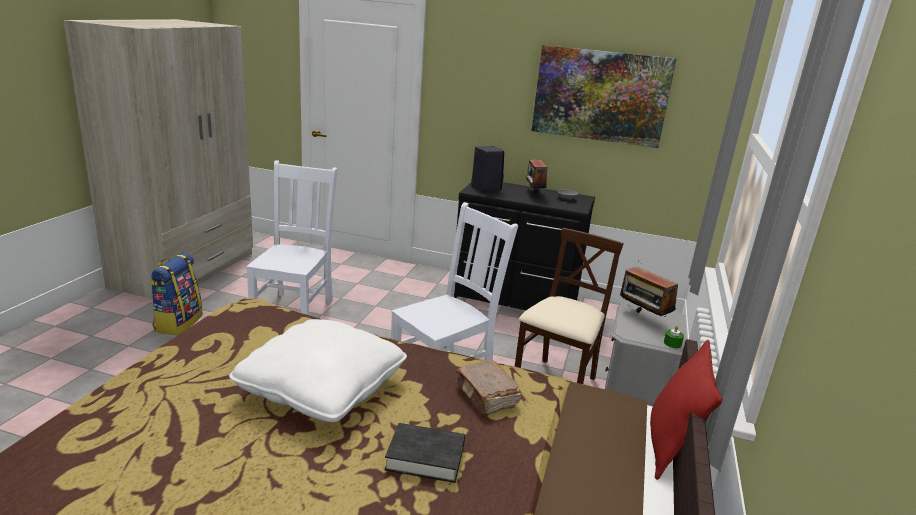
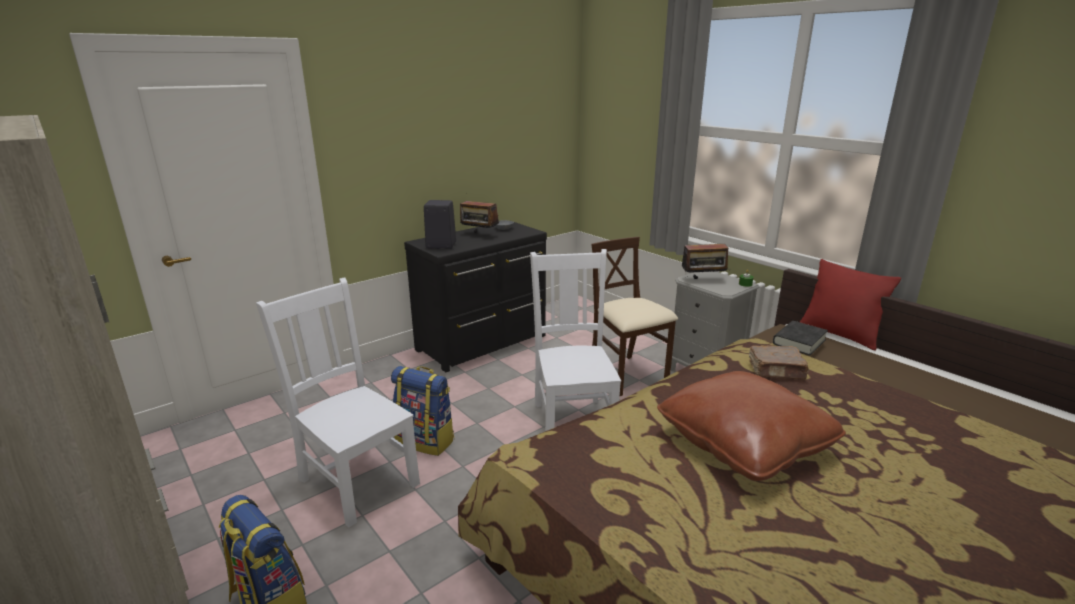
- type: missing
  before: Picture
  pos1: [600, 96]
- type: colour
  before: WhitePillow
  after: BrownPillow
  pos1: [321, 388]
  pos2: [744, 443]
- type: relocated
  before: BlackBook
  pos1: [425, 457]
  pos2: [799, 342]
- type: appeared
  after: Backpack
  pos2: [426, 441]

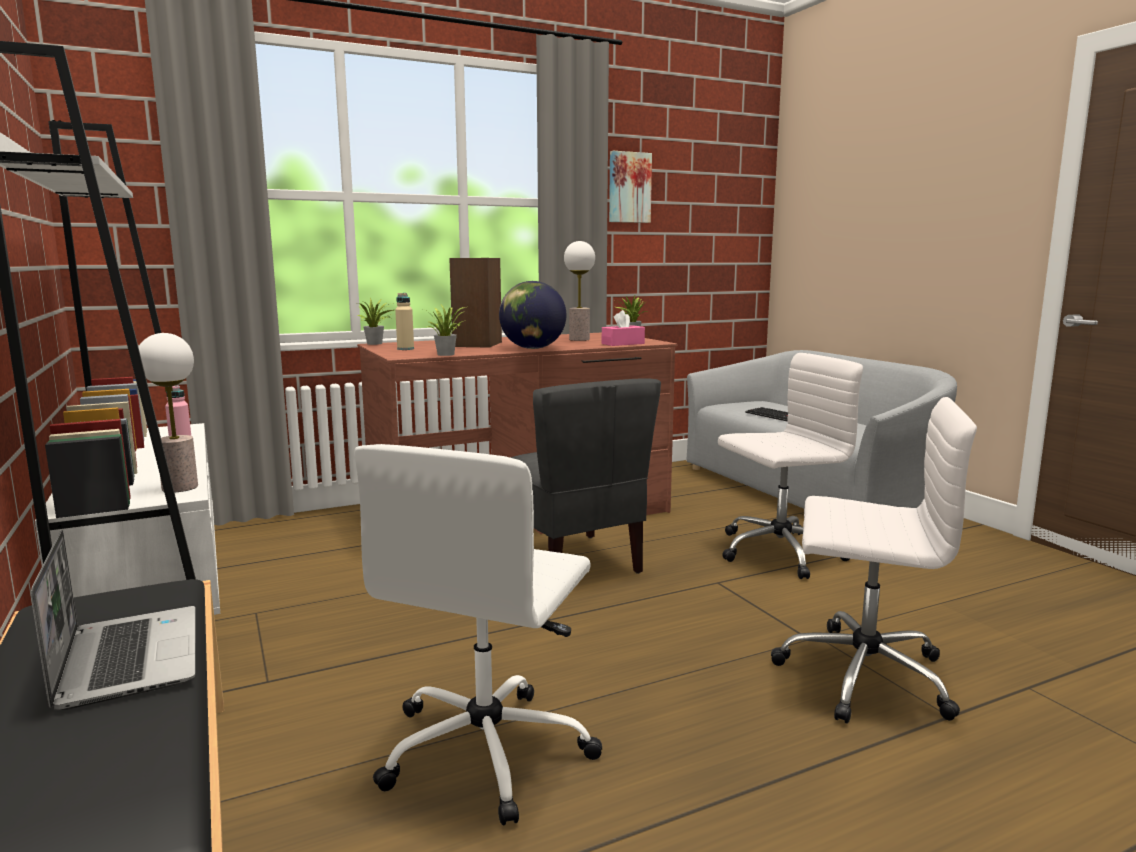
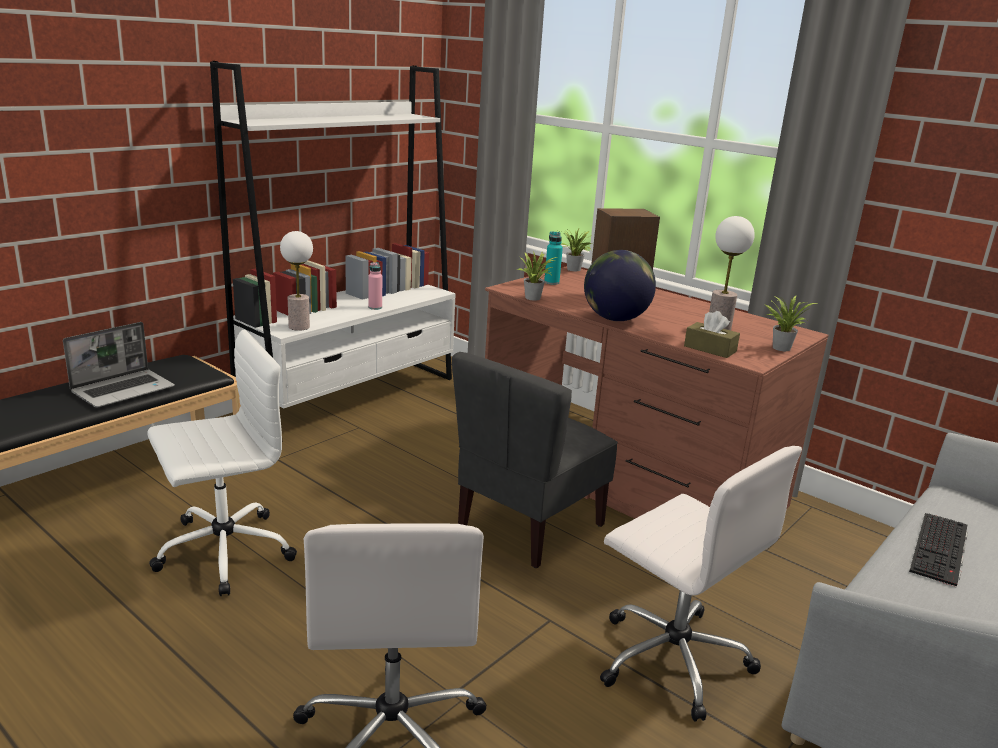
- type: missing
  before: Picture
  pos1: [629, 187]
- type: colour
  before: BeigeBottle
  after: TurquoiseBottle
  pos1: [405, 349]
  pos2: [551, 282]
- type: colour
  before: PinkTissueBox
  after: BrownTissueBox
  pos1: [623, 344]
  pos2: [710, 349]
- type: spun
  before: WhiteOfficeChair
  pos1: [488, 749]
  pos2: [222, 551]
  turn: 150

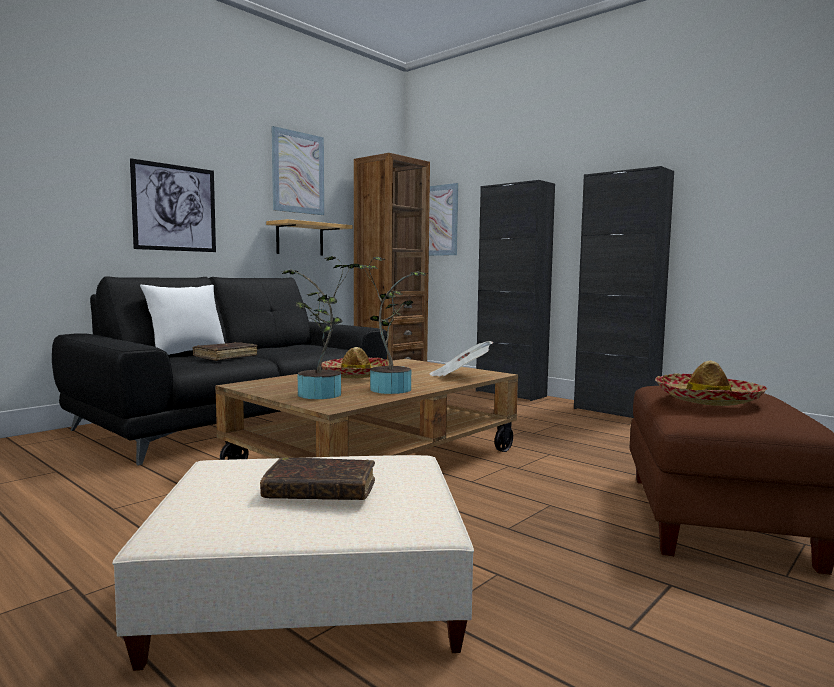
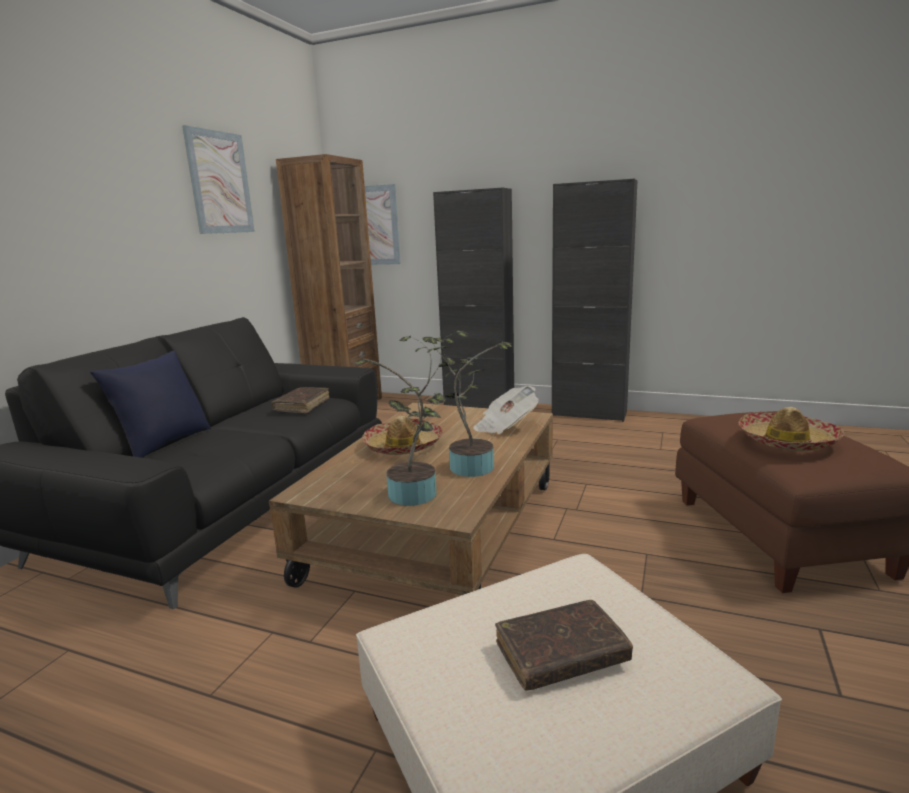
- type: missing
  before: Picture
  pos1: [175, 208]
- type: missing
  before: Shelf
  pos1: [300, 239]
- type: colour
  before: WhitePillow
  after: BluePillow
  pos1: [186, 354]
  pos2: [164, 444]
- type: relocated
  before: BrownBook
  pos1: [225, 357]
  pos2: [302, 406]

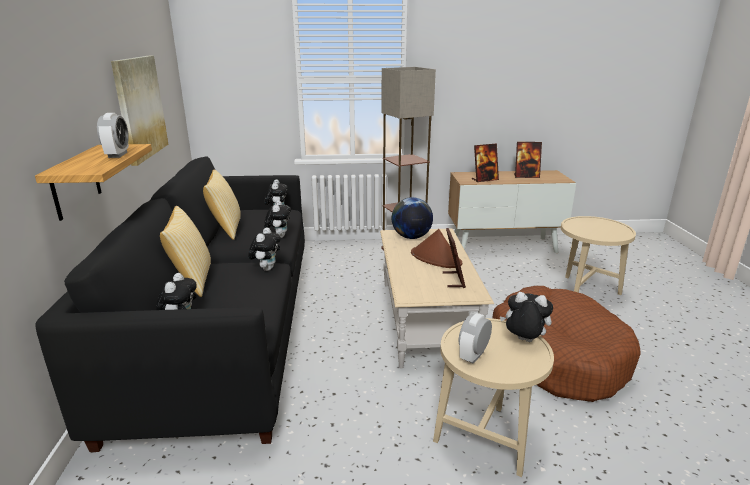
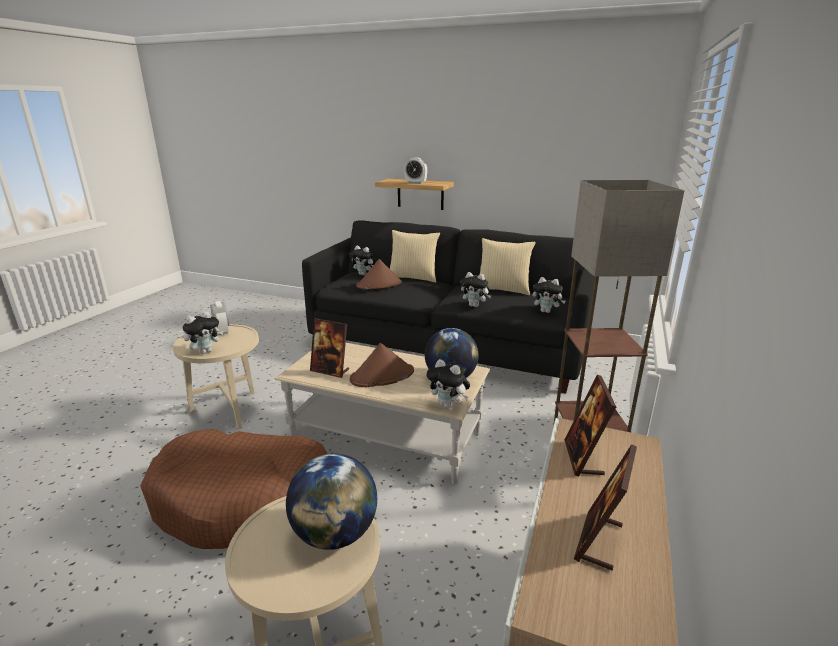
- type: missing
  before: Picture
  pos1: [140, 108]
- type: relocated
  before: PlushToy
  pos1: [266, 268]
  pos2: [448, 405]
- type: appeared
  after: BrownHat
  pos2: [379, 284]
- type: appeared
  after: Globe
  pos2: [335, 534]

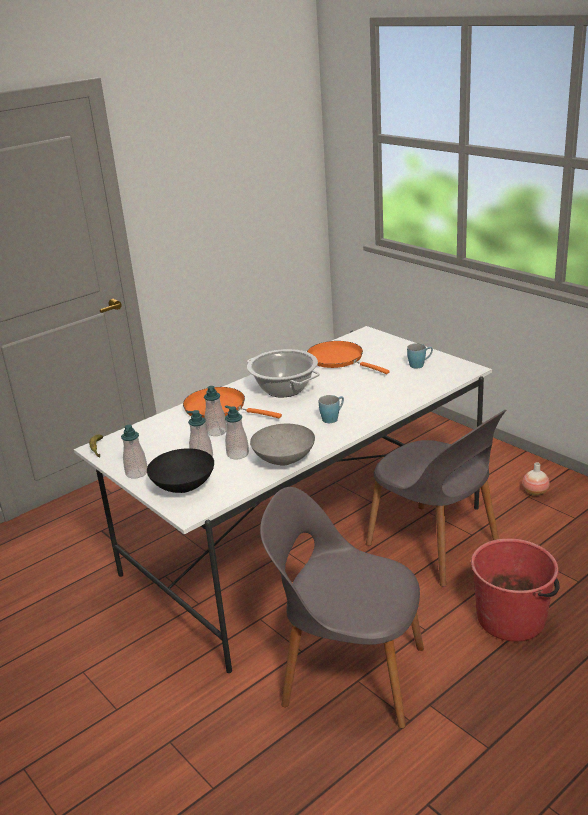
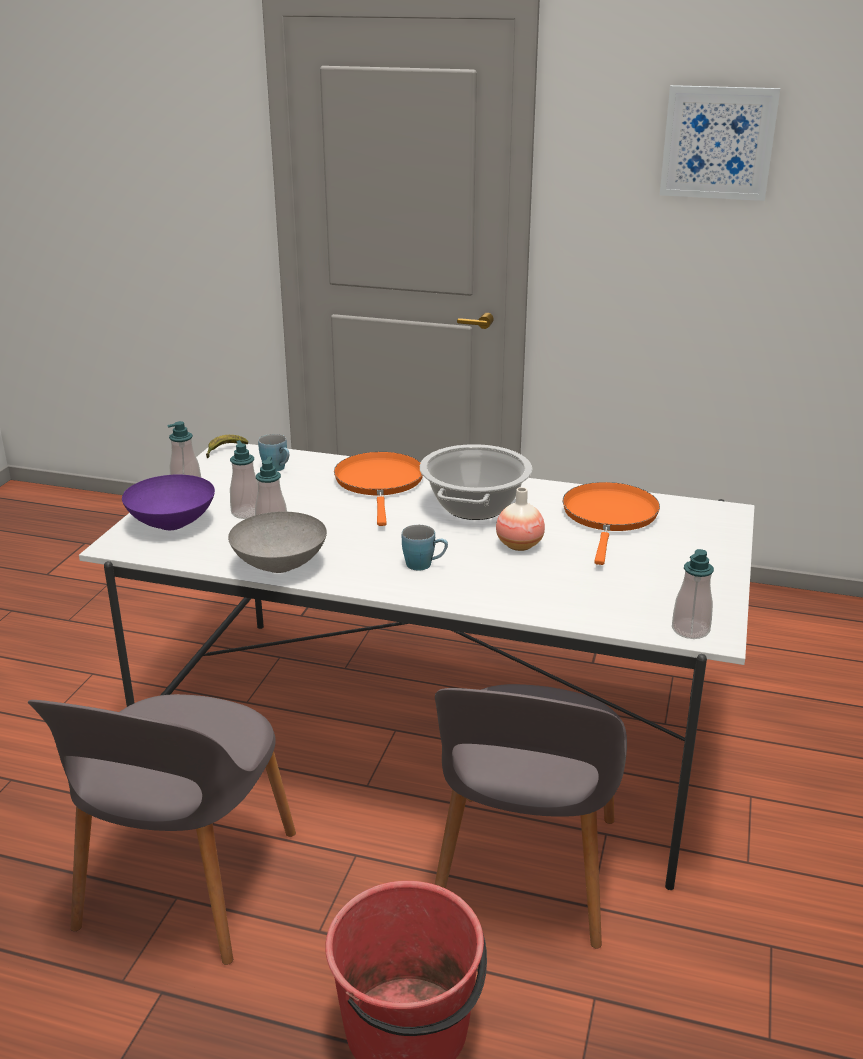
- type: relocated
  before: BlueMug
  pos1: [420, 365]
  pos2: [277, 469]
- type: relocated
  before: SoapDispenser
  pos1: [216, 431]
  pos2: [690, 630]
- type: colour
  before: BlackBowl
  after: PurpleBowl
  pos1: [183, 486]
  pos2: [173, 523]
- type: relocated
  before: Vase
  pos1: [535, 492]
  pos2: [519, 545]
- type: spun
  before: GreyChair
  pos1: [349, 674]
  pos2: [185, 884]
  turn: -150
- type: appeared
  after: Picture
  pos2: [718, 142]

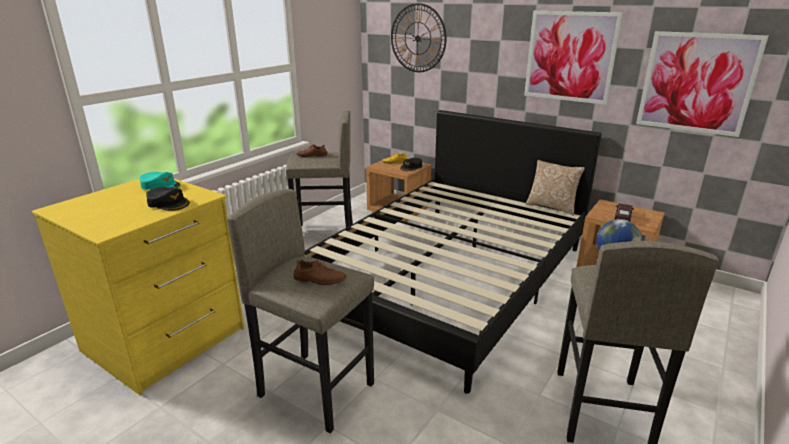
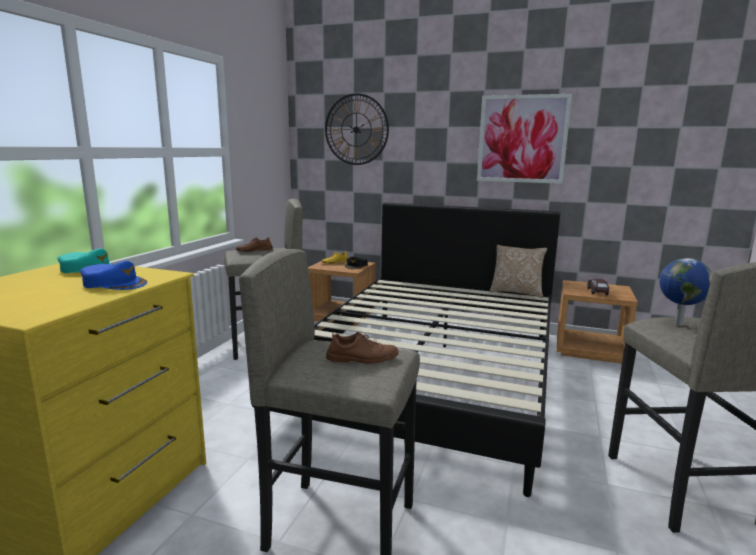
- type: missing
  before: Picture
  pos1: [696, 83]
- type: colour
  before: BlackCap
  after: BlueCap
  pos1: [168, 203]
  pos2: [115, 284]

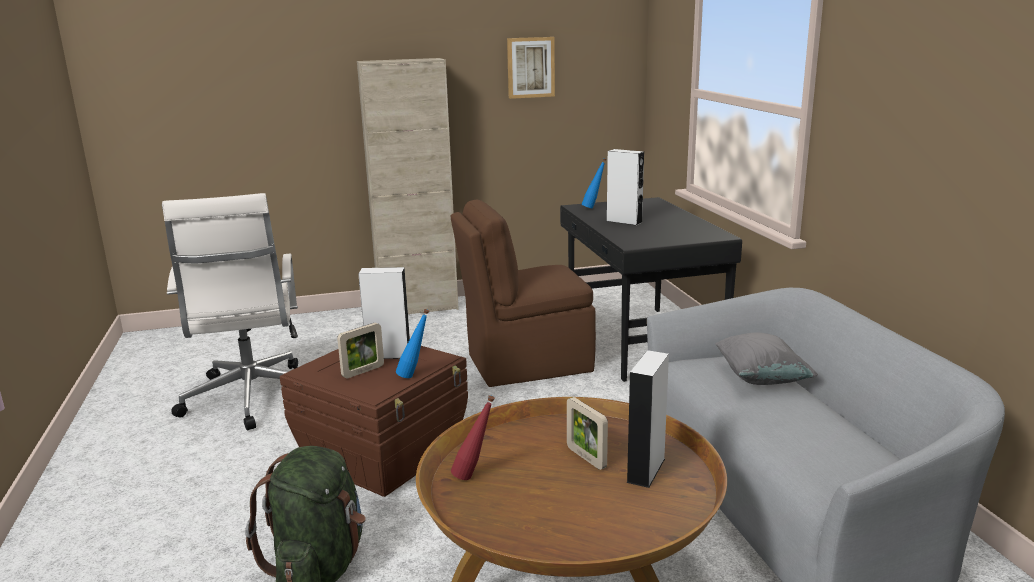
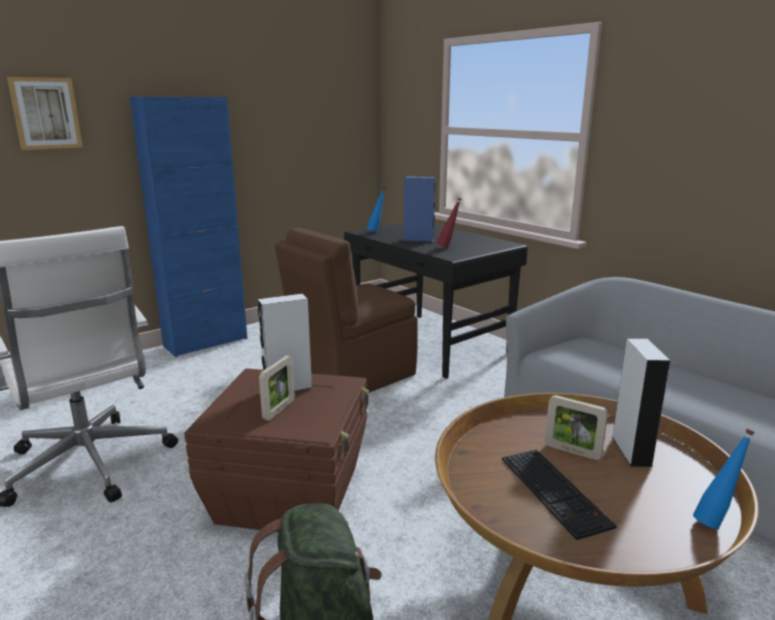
- type: relocated
  before: Picture
  pos1: [530, 67]
  pos2: [45, 113]
- type: colour
  before: BeigeCabinet
  after: BlueCabinet
  pos1: [418, 308]
  pos2: [206, 342]
- type: colour
  before: WhiteSpeaker
  after: BlueSpeaker
  pos1: [624, 221]
  pos2: [418, 240]
- type: relocated
  before: BlueBottle
  pos1: [414, 376]
  pos2: [715, 521]
- type: missing
  before: GreyPillow
  pos1: [761, 378]
- type: relocated
  before: RedBottle
  pos1: [474, 476]
  pos2: [448, 247]
- type: appeared
  after: Keyboard
  pos2: [556, 492]

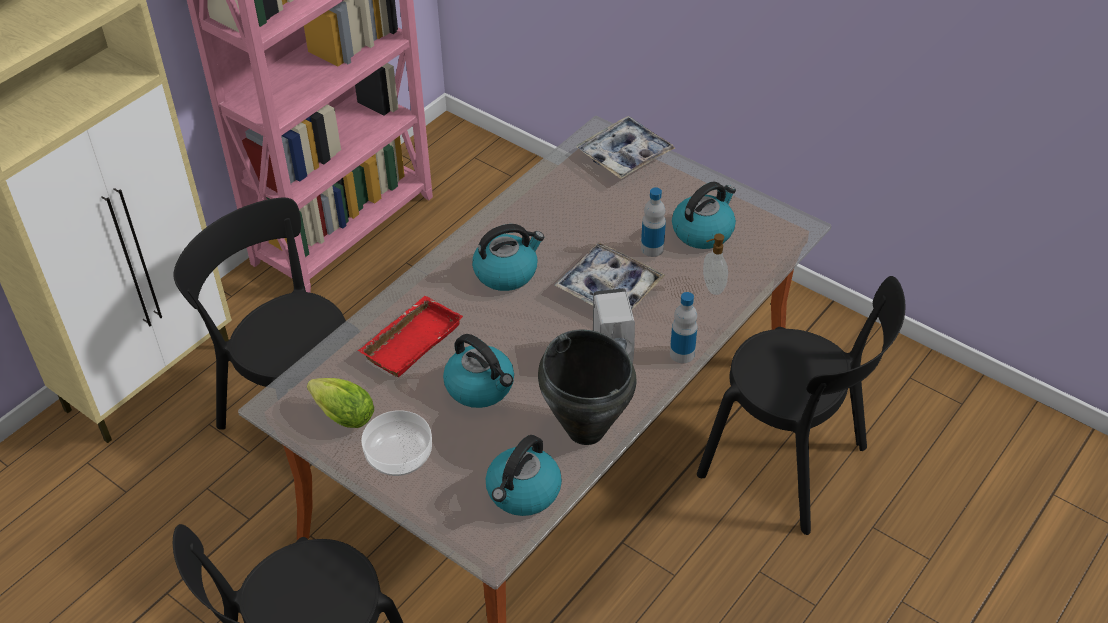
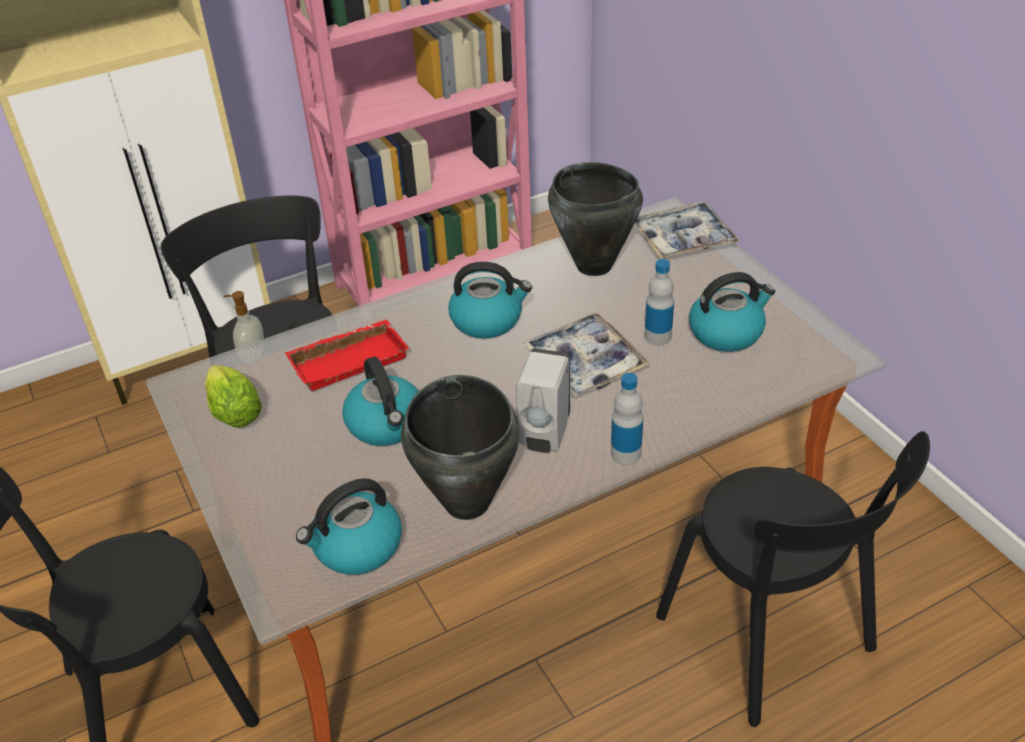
- type: relocated
  before: SoapDispenser
  pos1: [712, 287]
  pos2: [252, 356]
- type: missing
  before: Bowl
  pos1: [400, 455]
- type: appeared
  after: BlackCookingPot
  pos2: [594, 266]

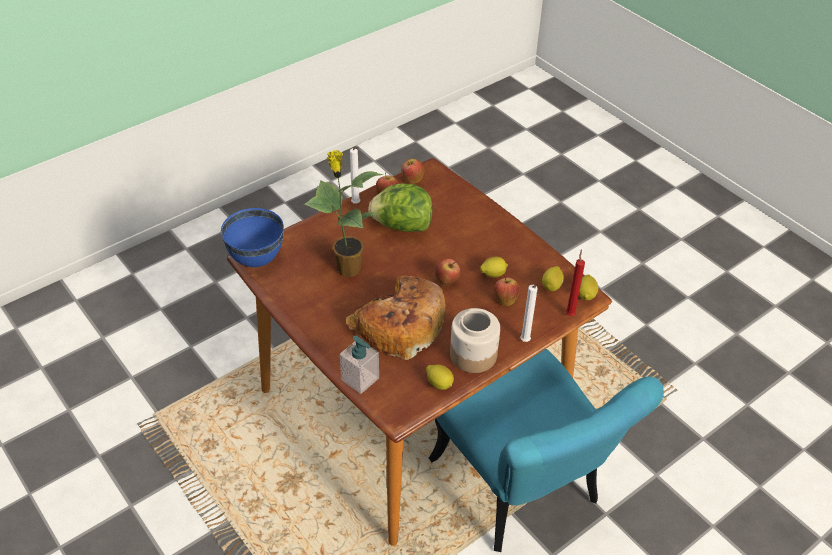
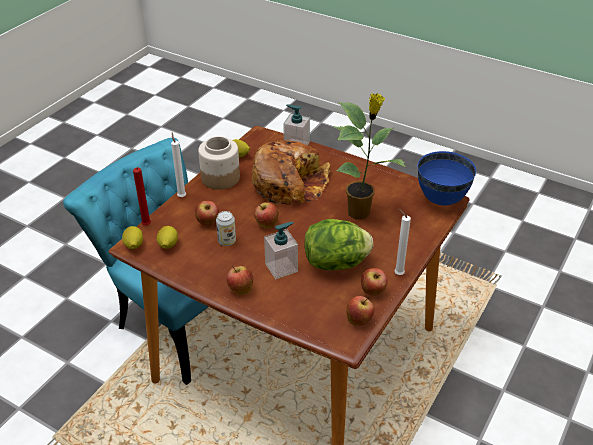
- type: exchanged
  before: Lemon
  after: Can
  pos1: [493, 274]
  pos2: [227, 241]
- type: appeared
  after: SoapDispenser
  pos2: [281, 267]
- type: appeared
  after: Apple
  pos2: [240, 289]

